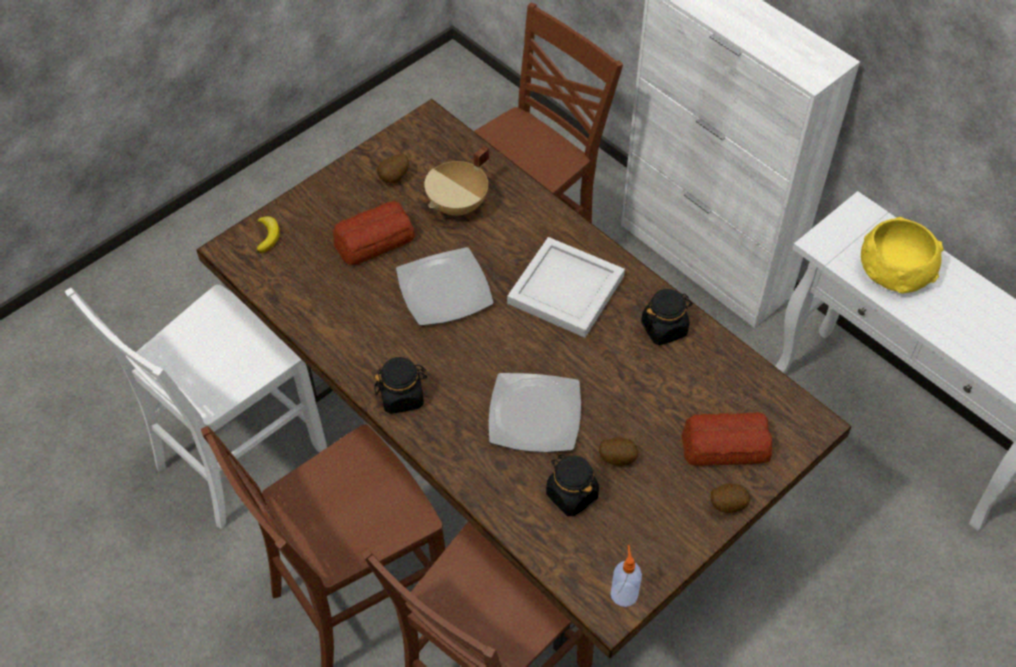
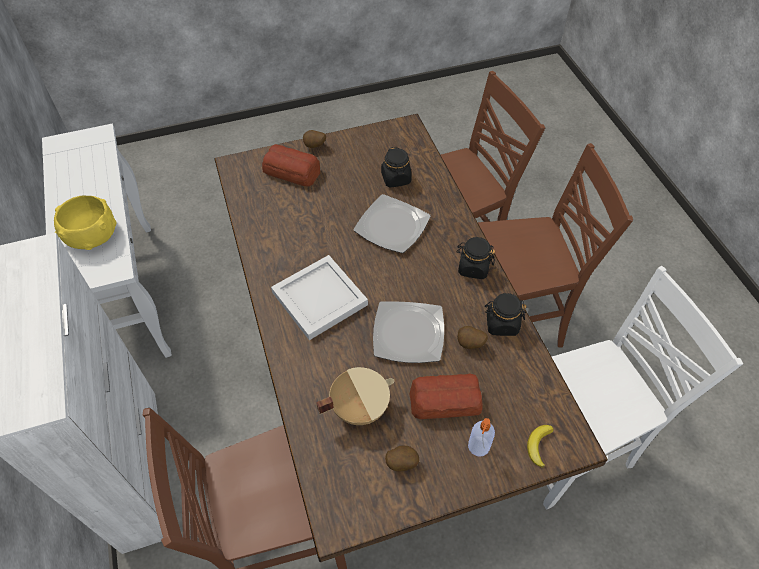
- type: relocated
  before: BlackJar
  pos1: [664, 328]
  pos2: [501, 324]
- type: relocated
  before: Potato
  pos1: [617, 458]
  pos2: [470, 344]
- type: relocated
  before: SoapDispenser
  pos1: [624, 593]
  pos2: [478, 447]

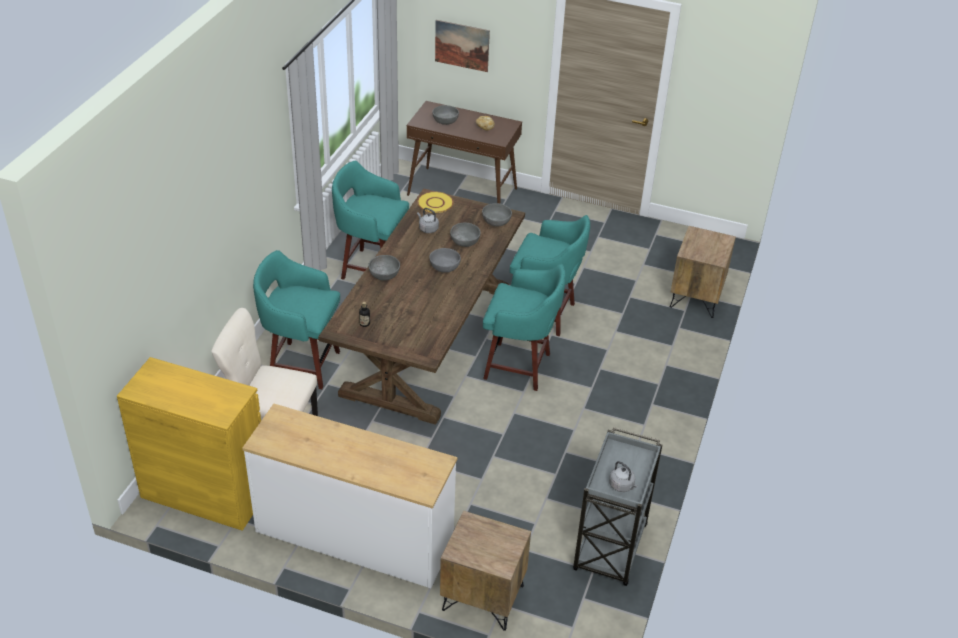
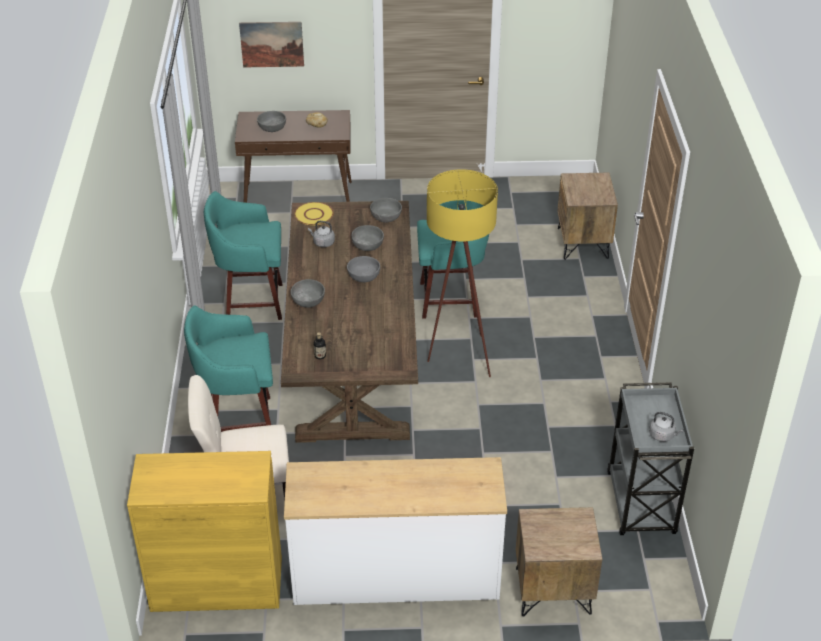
- type: exchanged
  before: TurquoiseStool
  after: YellowFloorLamp
  pos1: [520, 367]
  pos2: [458, 358]

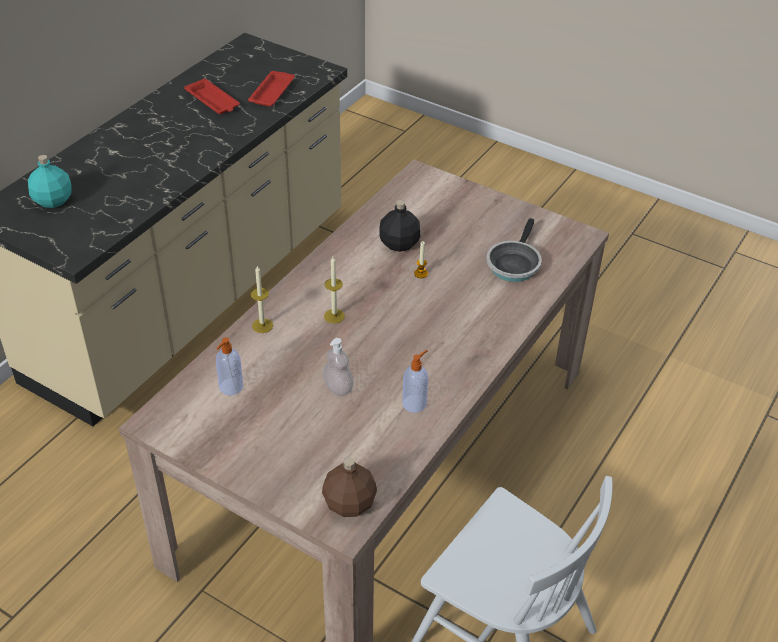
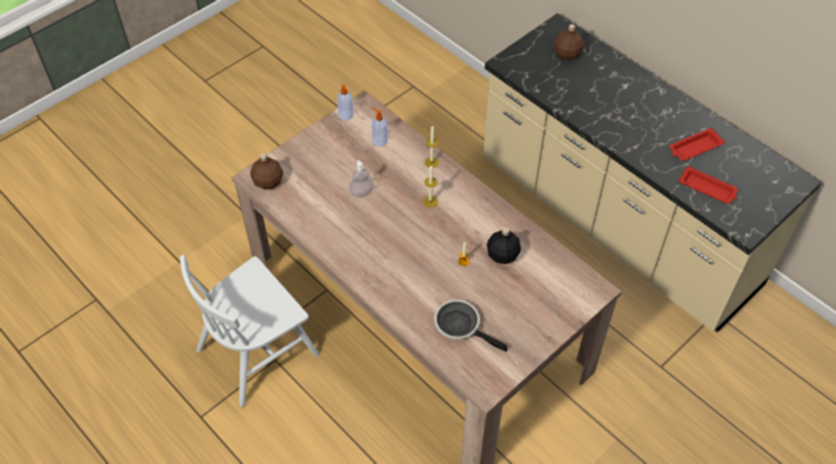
- type: colour
  before: TurquoiseBottle
  after: BrownBottle
  pos1: [52, 201]
  pos2: [567, 54]
- type: relocated
  before: SoapDispenser
  pos1: [415, 403]
  pos2: [346, 115]

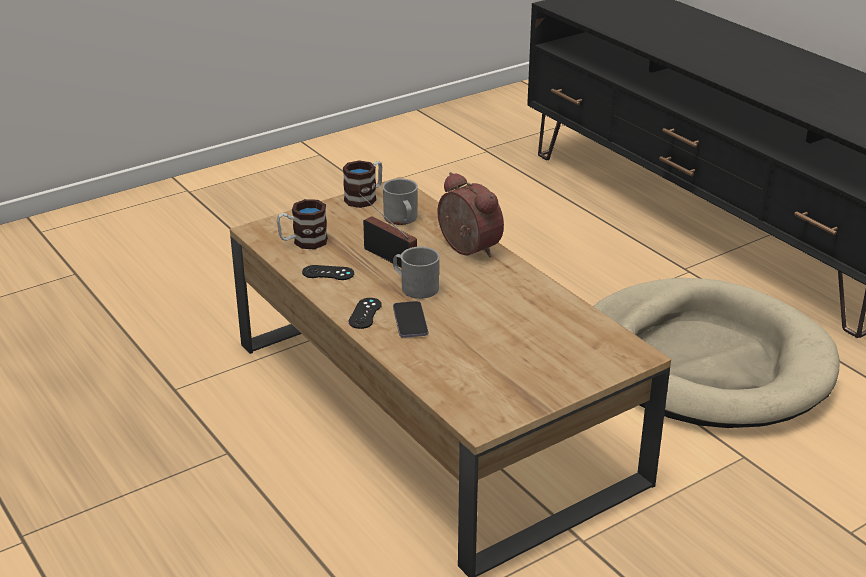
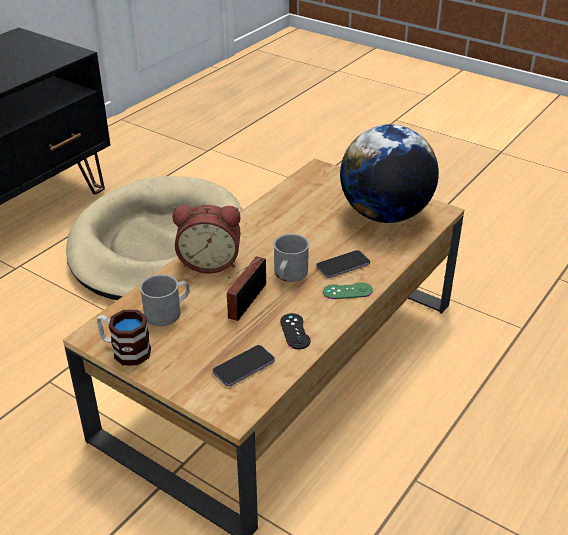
- type: spun
  before: AlarmClock
  pos1: [466, 249]
  pos2: [210, 262]
  turn: -120
- type: exchanged
  before: Mug
  after: Phone
  pos1: [303, 242]
  pos2: [244, 367]
- type: colour
  before: BlackGameController
  after: GreenGameController
  pos1: [365, 313]
  pos2: [347, 291]
- type: appeared
  after: Globe
  pos2: [385, 215]

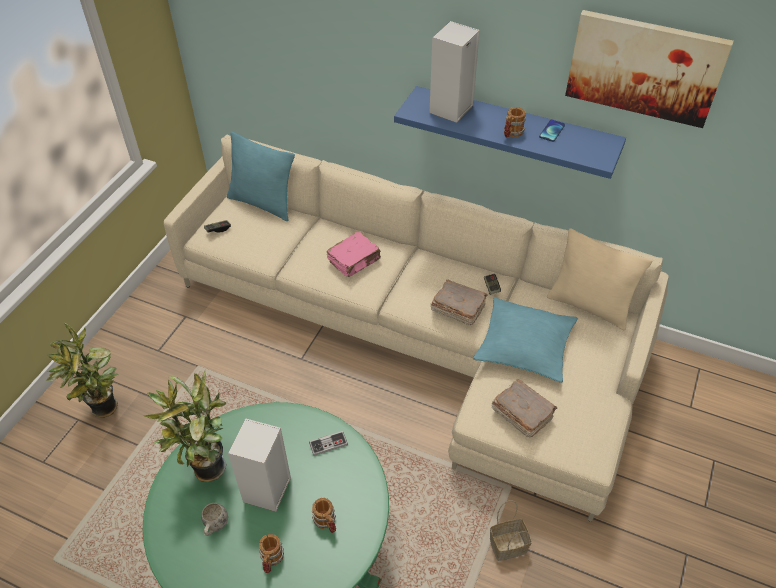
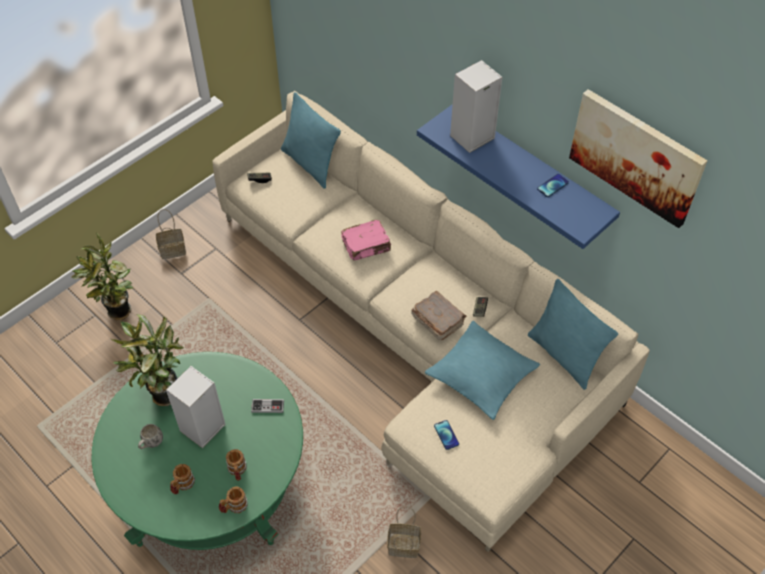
- type: relocated
  before: Mug
  pos1: [511, 133]
  pos2: [234, 506]
- type: colour
  before: BeigePillow
  after: TurquoisePillow
  pos1: [589, 306]
  pos2: [564, 356]
- type: exchanged
  before: BrownBook
  after: Phone
  pos1: [521, 413]
  pos2: [446, 435]
- type: appeared
  after: Basket
  pos2: [173, 249]

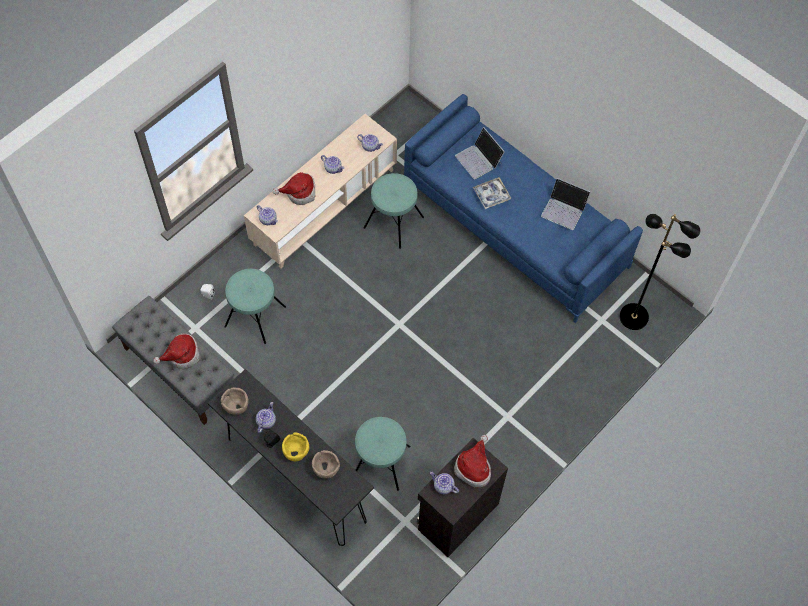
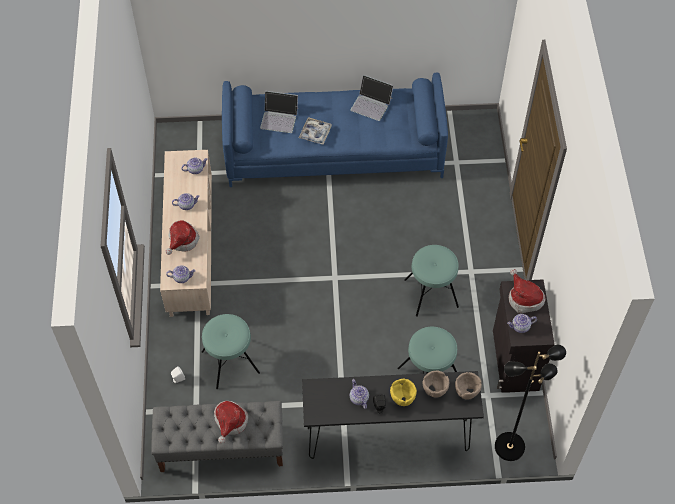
- type: relocated
  before: TurquoiseStool
  pos1: [393, 222]
  pos2: [431, 293]
- type: spun
  before: Laptop
  pos1: [564, 210]
  pos2: [371, 104]
  turn: 45
- type: relocated
  before: BlackFloorLamp
  pos1: [634, 316]
  pos2: [509, 446]
- type: relocated
  before: BrownBowl
  pos1: [236, 406]
  pos2: [467, 391]

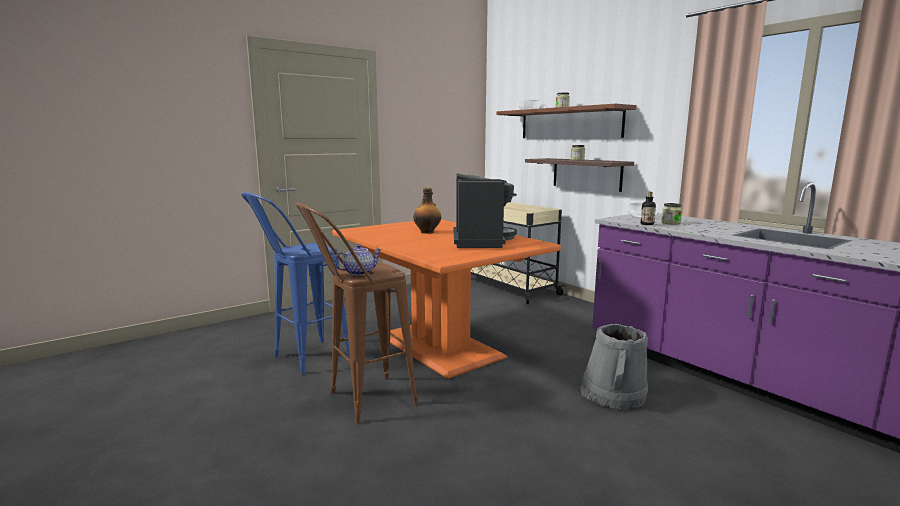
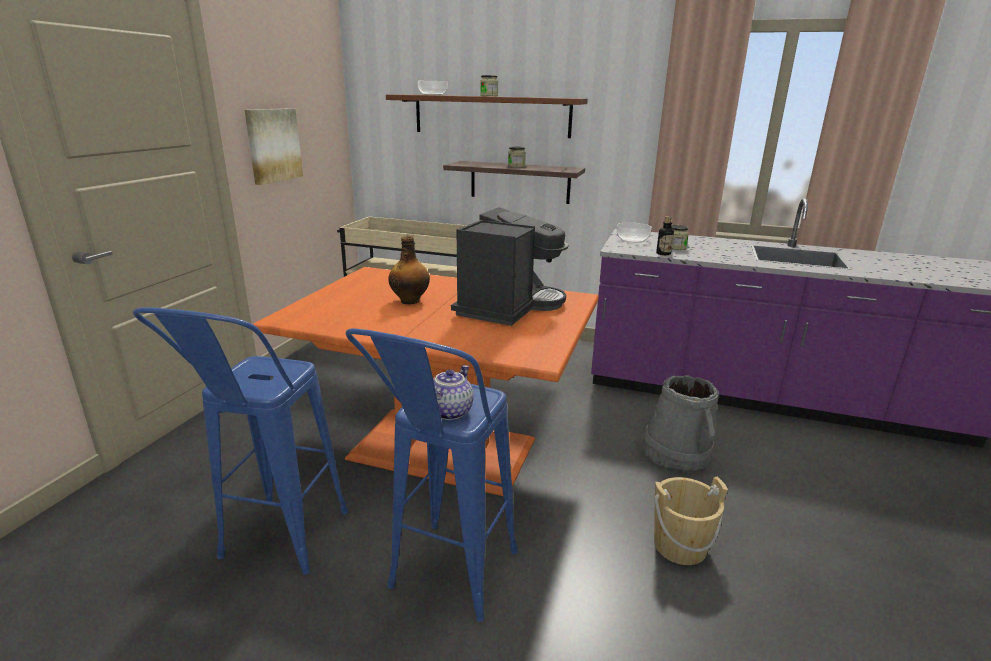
- type: spun
  before: CoffeeMachine
  pos1: [480, 241]
  pos2: [508, 306]
  turn: 60
- type: colour
  before: BrownStool
  after: BlueStool
  pos1: [360, 402]
  pos2: [445, 584]
- type: appeared
  after: Picture
  pos2: [273, 145]
- type: appeared
  after: BeigeBucket
  pos2: [680, 546]

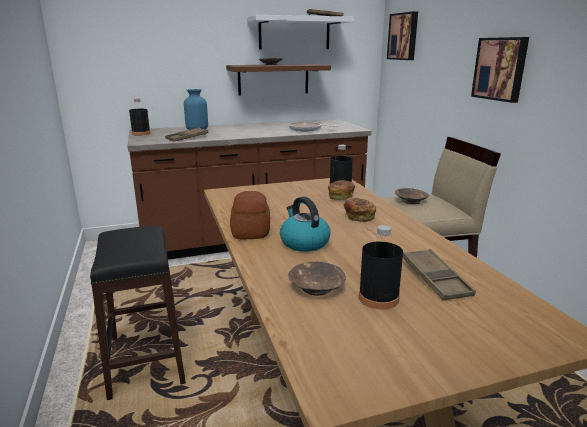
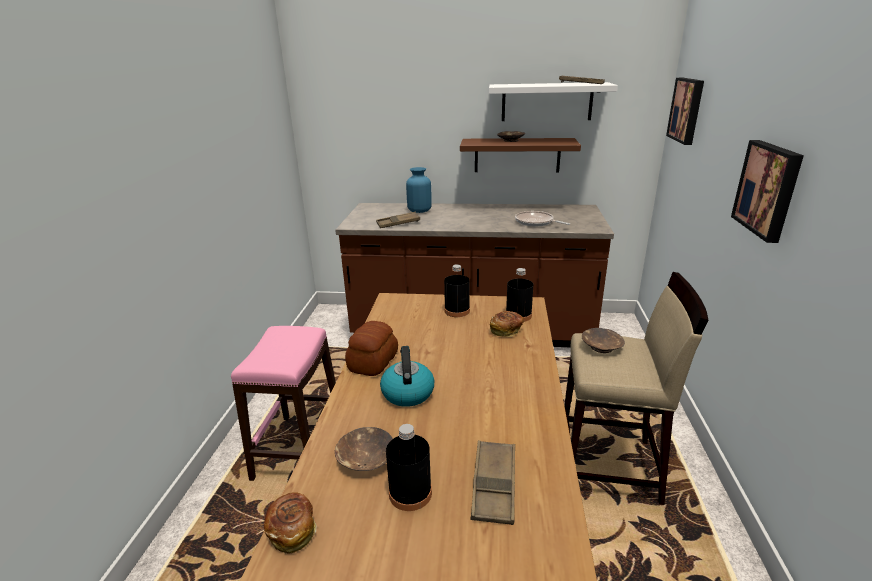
- type: relocated
  before: BlackBottle
  pos1: [141, 133]
  pos2: [457, 311]
- type: relocated
  before: Bread
  pos1: [359, 217]
  pos2: [292, 531]
- type: colour
  before: BlackStool
  after: PinkStool
  pos1: [145, 360]
  pos2: [299, 449]

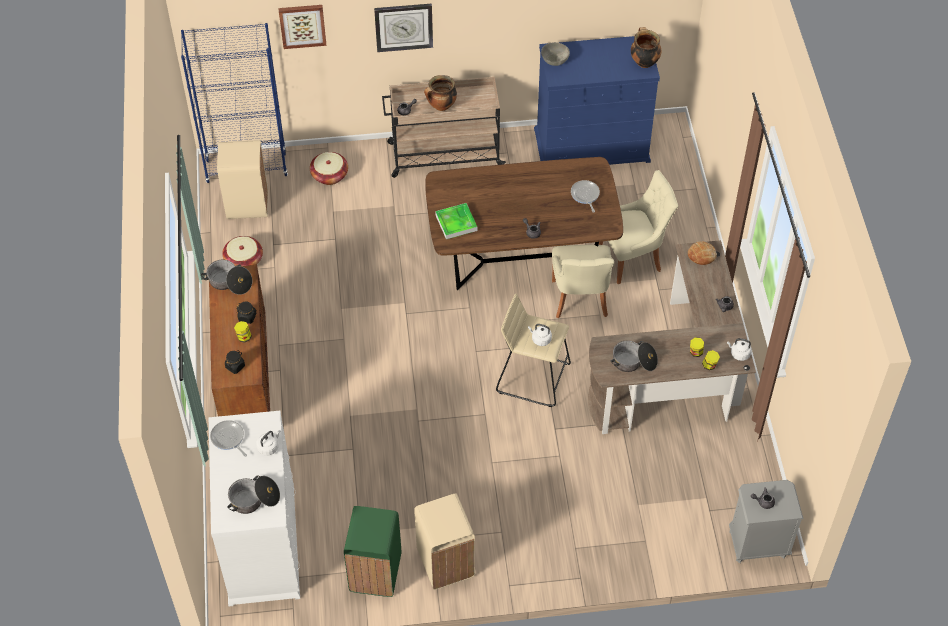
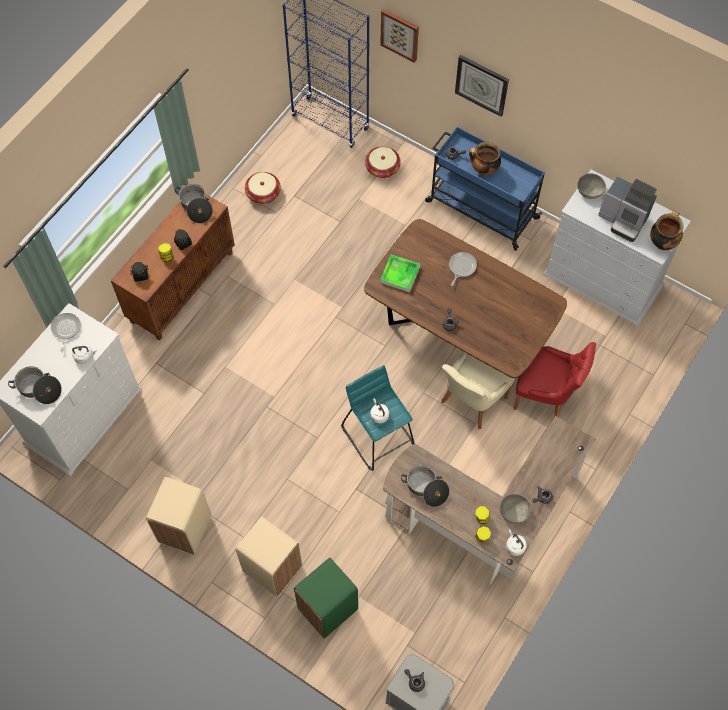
- type: colour
  before: BlueDresser
  after: WhiteDresser
  pos1: [592, 145]
  pos2: [603, 279]
- type: colour
  before: BeigeCart
  after: BlueCart
  pos1: [444, 155]
  pos2: [480, 209]
- type: relocated
  before: BeigeTrashCan
  pos1: [248, 205]
  pos2: [272, 570]
- type: colour
  before: BeigeChair
  after: RedChair
  pos1: [632, 258]
  pos2: [545, 396]
- type: relocated
  before: FryingPan
  pos1: [585, 195]
  pos2: [461, 267]
- type: missing
  before: Bread
  pos1: [701, 255]
- type: colour
  before: BeigeStool
  after: TurquoiseStool
  pos1: [533, 377]
  pos2: [379, 436]
- type: relocated
  before: GreenTrashCan
  pos1: [374, 573]
  pos2: [327, 609]
- type: appeared
  after: CoffeeMachine
  pos2: [623, 220]
- type: appeared
  after: GreyBowl
  pos2: [514, 511]

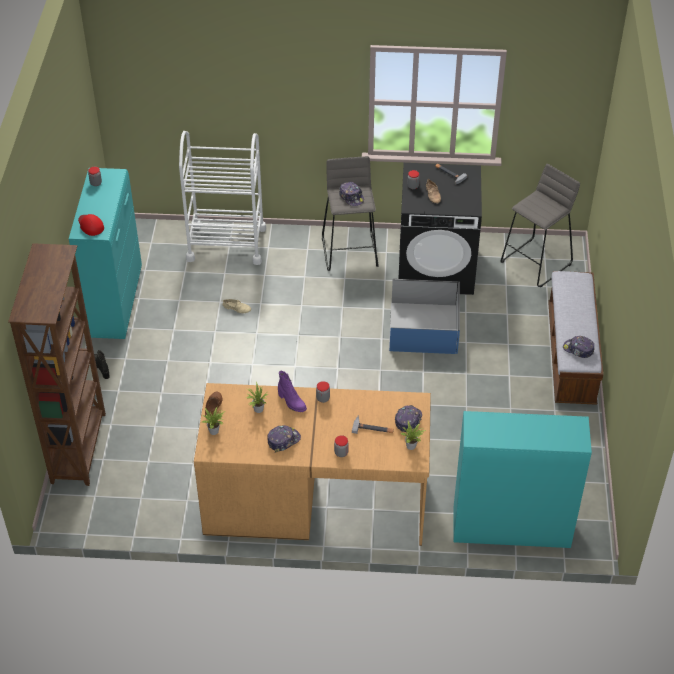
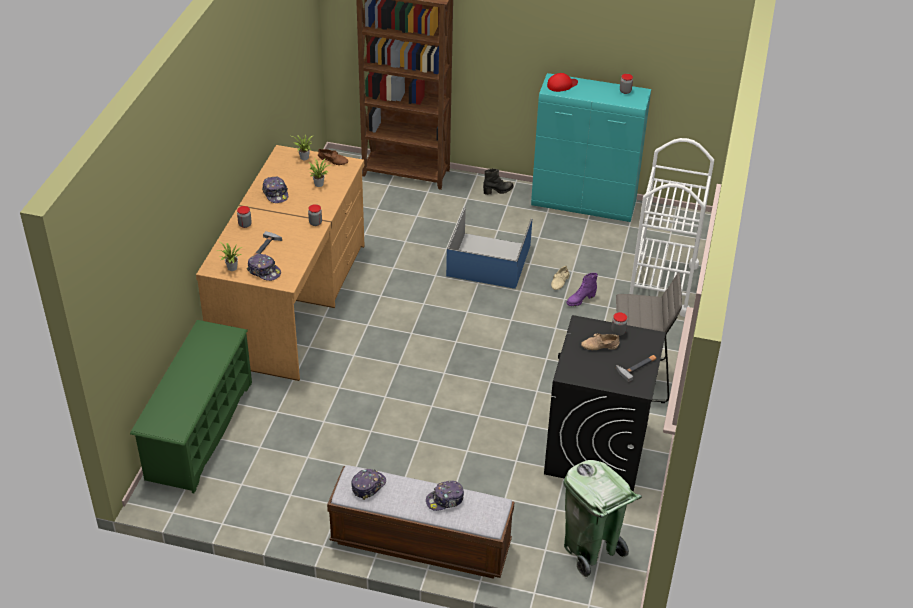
- type: exchanged
  before: GreyStool
  after: GreenTrashCan
  pos1: [536, 263]
  pos2: [591, 550]
- type: relocated
  before: Cap
  pos1: [351, 197]
  pos2: [445, 500]
- type: relocated
  before: BlueStorageBox
  pos1: [423, 326]
  pos2: [490, 260]
- type: relocated
  before: PurpleBoot
  pos1: [291, 402]
  pos2: [580, 300]
- type: exchanged
  before: TurquoiseCabinet
  after: GreenShoeRack
  pos1: [510, 528]
  pos2: [199, 430]

